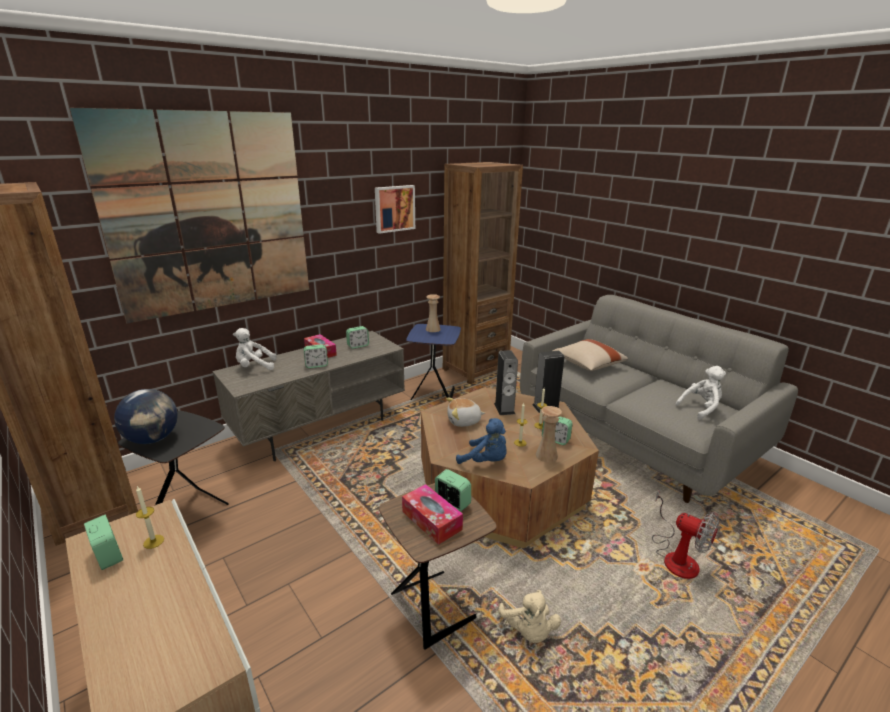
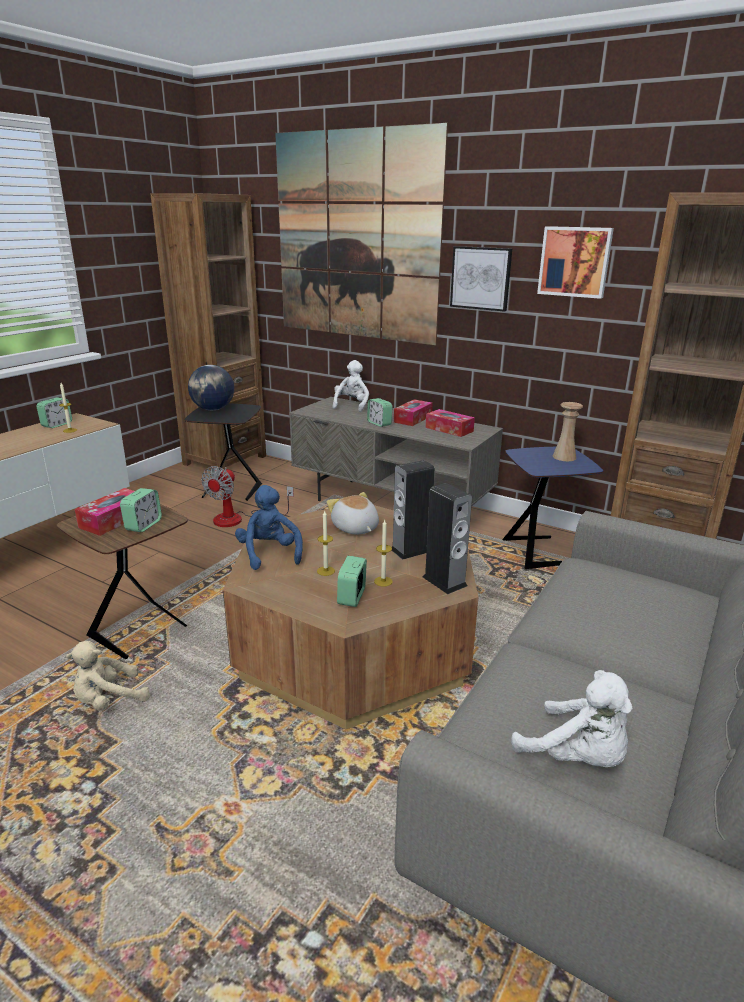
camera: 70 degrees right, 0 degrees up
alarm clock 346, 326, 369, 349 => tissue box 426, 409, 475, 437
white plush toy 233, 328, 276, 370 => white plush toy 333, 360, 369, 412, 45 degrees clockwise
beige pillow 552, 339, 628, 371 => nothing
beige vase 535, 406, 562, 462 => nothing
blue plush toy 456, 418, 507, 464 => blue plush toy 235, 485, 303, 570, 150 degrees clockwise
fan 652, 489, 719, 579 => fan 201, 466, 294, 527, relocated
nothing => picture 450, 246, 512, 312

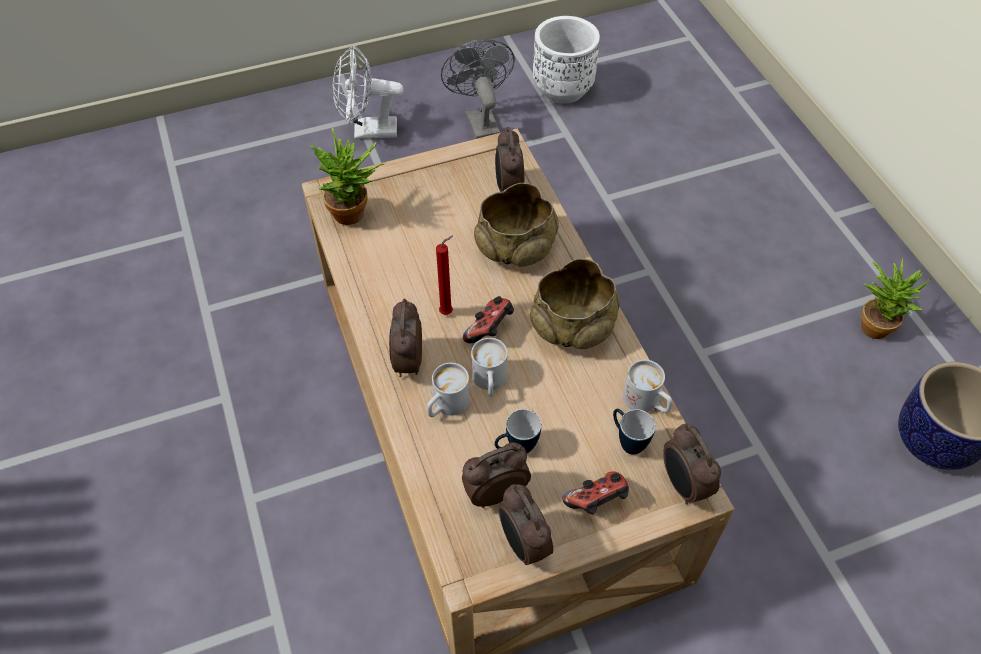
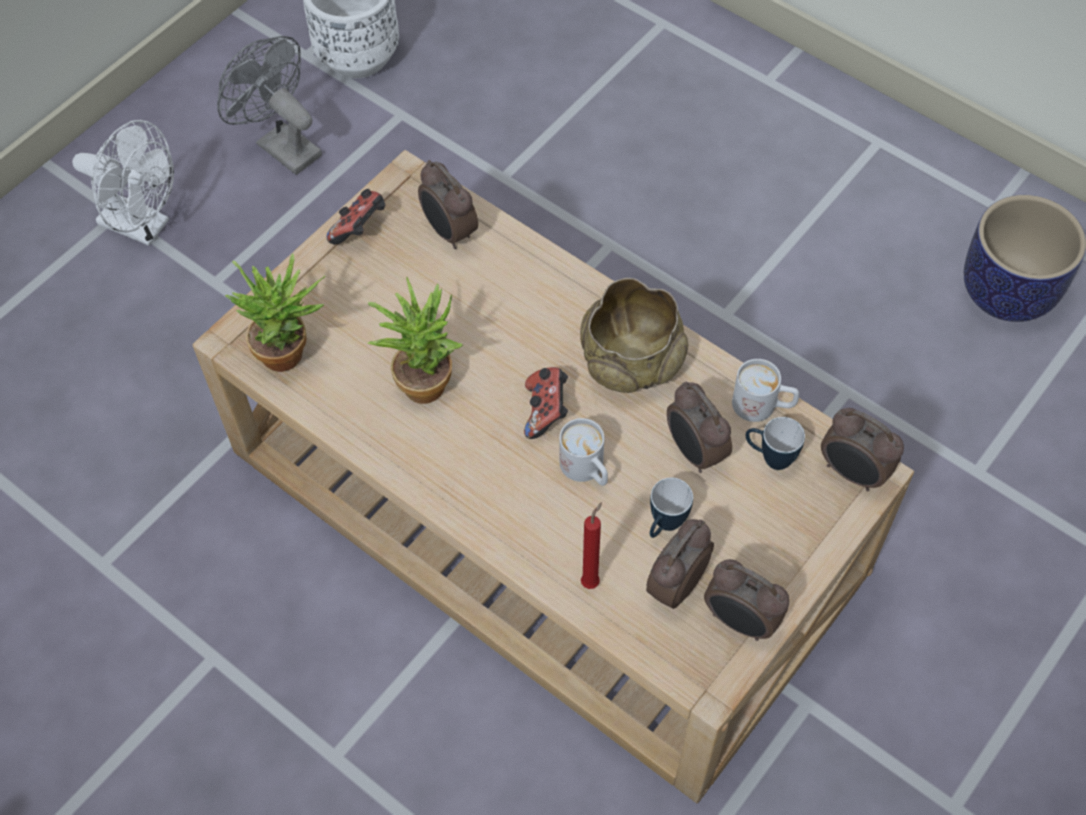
camera: 30 degrees left, 5 degrees up
white fan 333, 45, 404, 139 => white fan 72, 120, 174, 246, 120 degrees counterclockwise
beige bowl 474, 183, 559, 267 => nothing
red candle 436, 236, 453, 315 => red candle 581, 502, 602, 589, relocated
potted plant 861, 258, 932, 339 => potted plant 367, 277, 463, 404, relocated
alarm clock 389, 299, 422, 377 => alarm clock 667, 381, 732, 473, relocated
white mug 427, 363, 470, 417 => nothing
game controller 562, 471, 629, 514 => game controller 326, 189, 385, 245, relocated

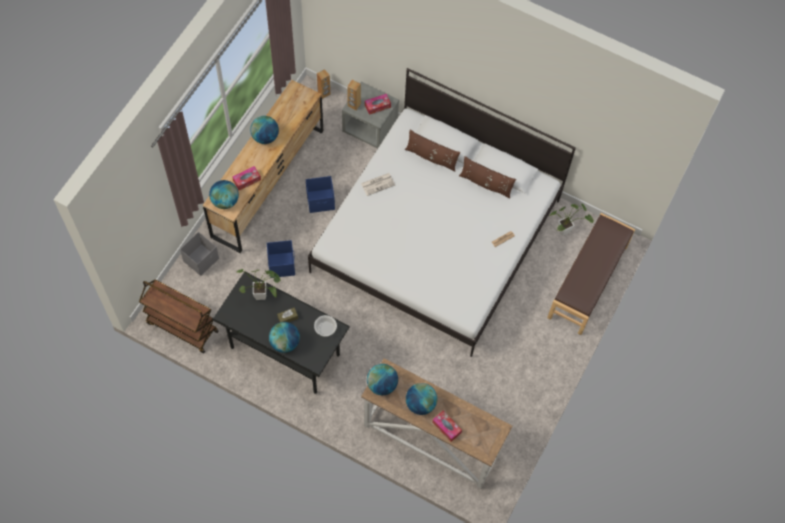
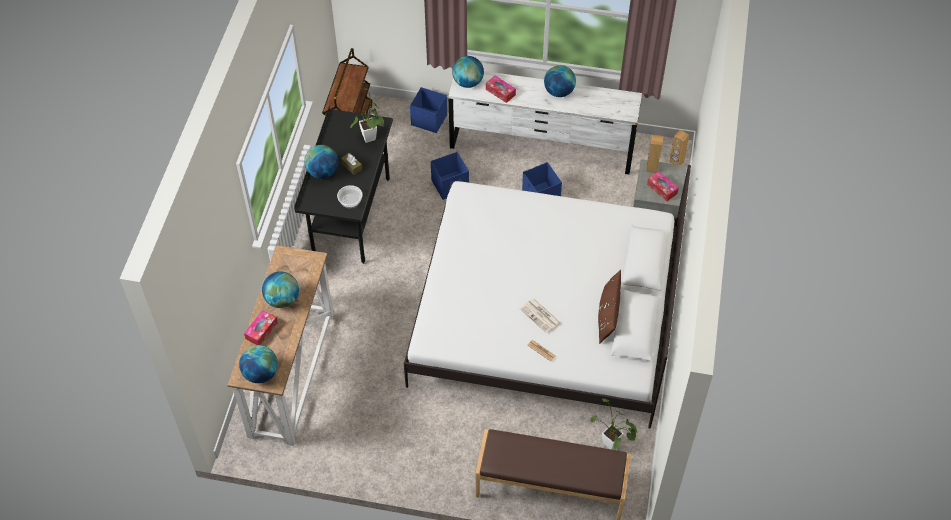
camera: 75 degrees right, 10 degrees down
brown dresser 203, 80, 323, 253 => white dresser 448, 71, 642, 174
brown pillow 405, 130, 460, 172 => nothing
newspaper 361, 173, 395, 196 => newspaper 520, 299, 560, 333, relocated
grey storage box 180, 232, 219, 276 => blue storage box 410, 87, 447, 133
globe 367, 364, 398, 395 => globe 239, 345, 278, 383, relocated

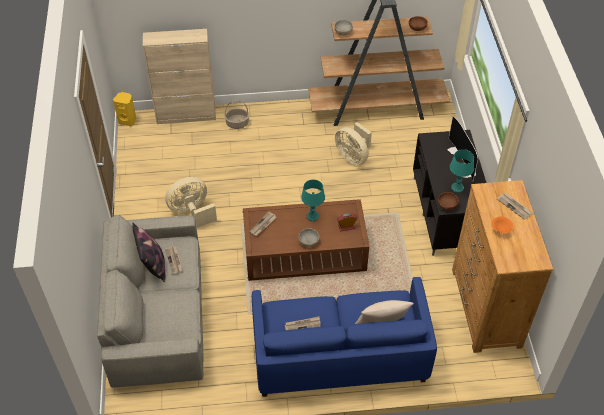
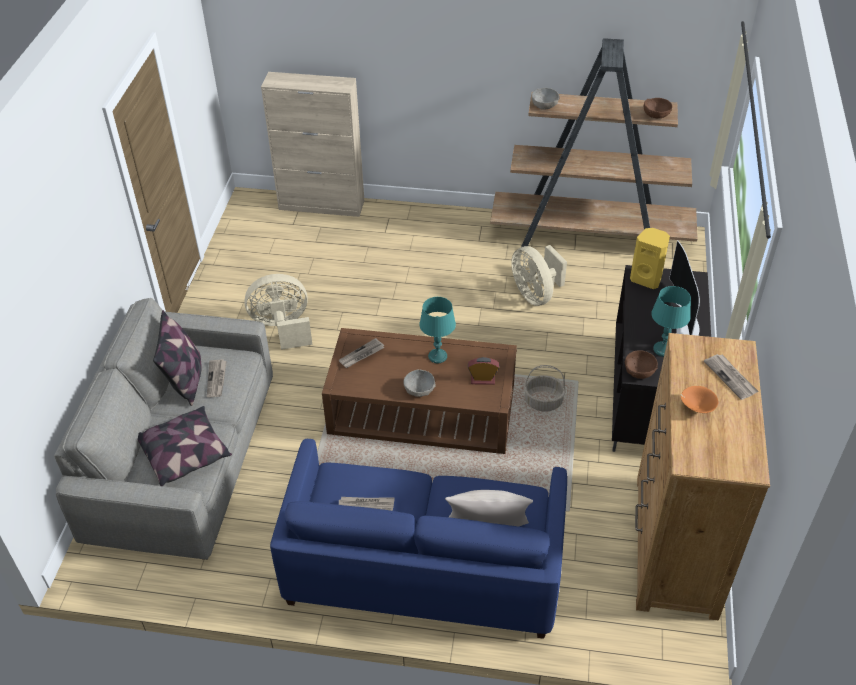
camera: 15 degrees right, 5 degrees down
yellow speaker 113, 92, 136, 126 => yellow speaker 630, 228, 670, 289, relocated
basket 225, 101, 249, 129 => basket 524, 365, 566, 411, relocated
nothing => pillow 138, 406, 232, 486

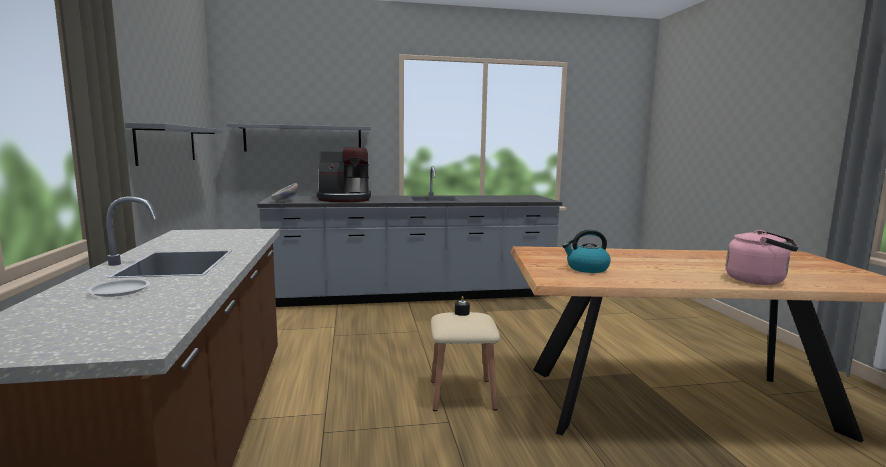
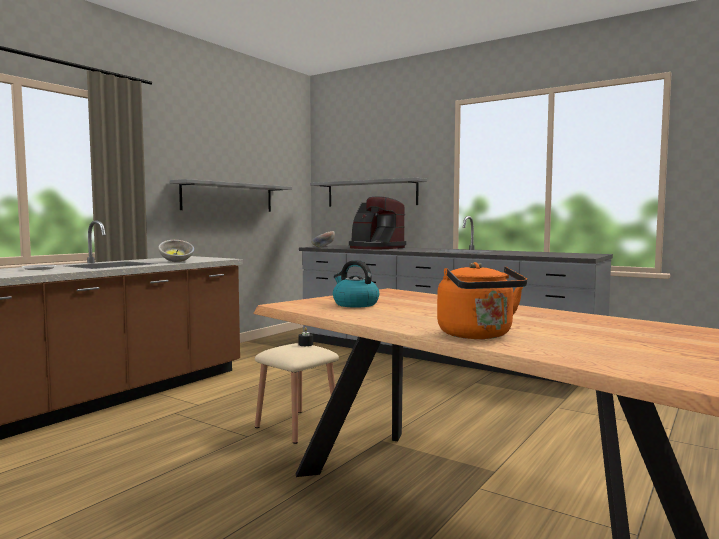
camera: 45 degrees right, 5 degrees down
pink kettle 726, 230, 798, 285 => orange kettle 437, 262, 527, 339
nothing => bowl 158, 240, 194, 262

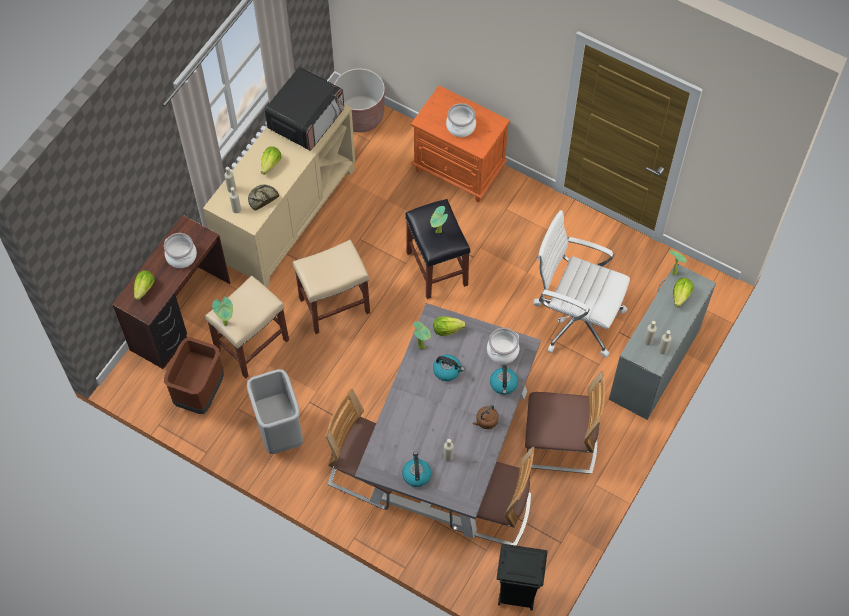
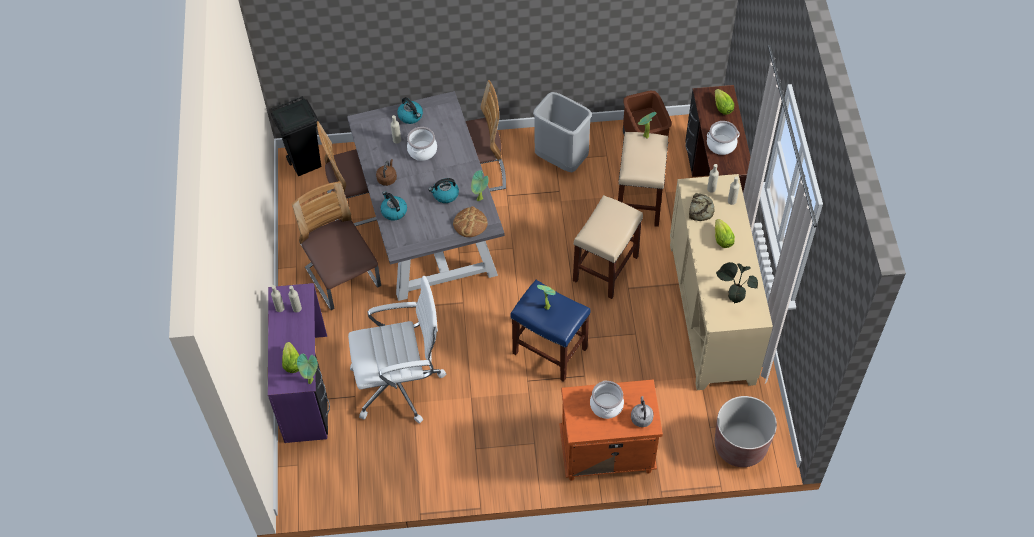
camera: 145 degrees right, 5 degrees down
microwave 265, 67, 344, 151 => potted plant 716, 262, 758, 304
black stool 405, 199, 470, 299 => blue stool 511, 280, 591, 382
grey desk 609, 264, 716, 420 => purple desk 268, 283, 330, 443
lettuce 433, 316, 466, 336 => bread 453, 206, 488, 237
cooking pot 487, 328, 520, 364 => cooking pot 407, 127, 437, 161, relocated
chair 525, 370, 605, 474 => chair 292, 181, 381, 310, 90 degrees clockwise
nothing => grey kettle 631, 396, 654, 427

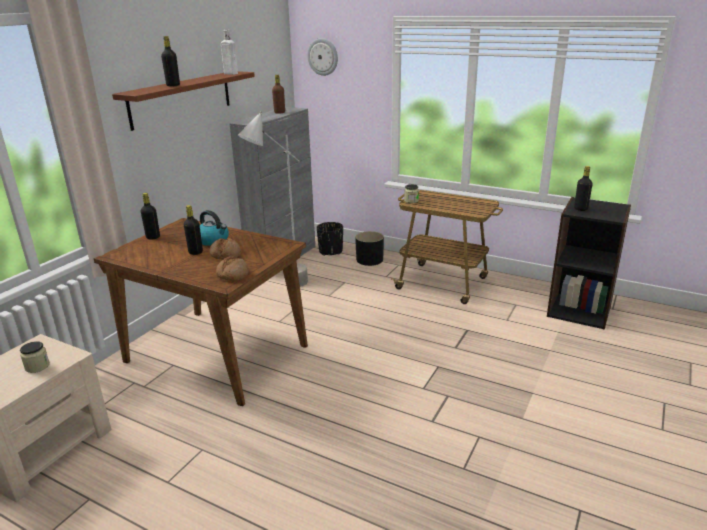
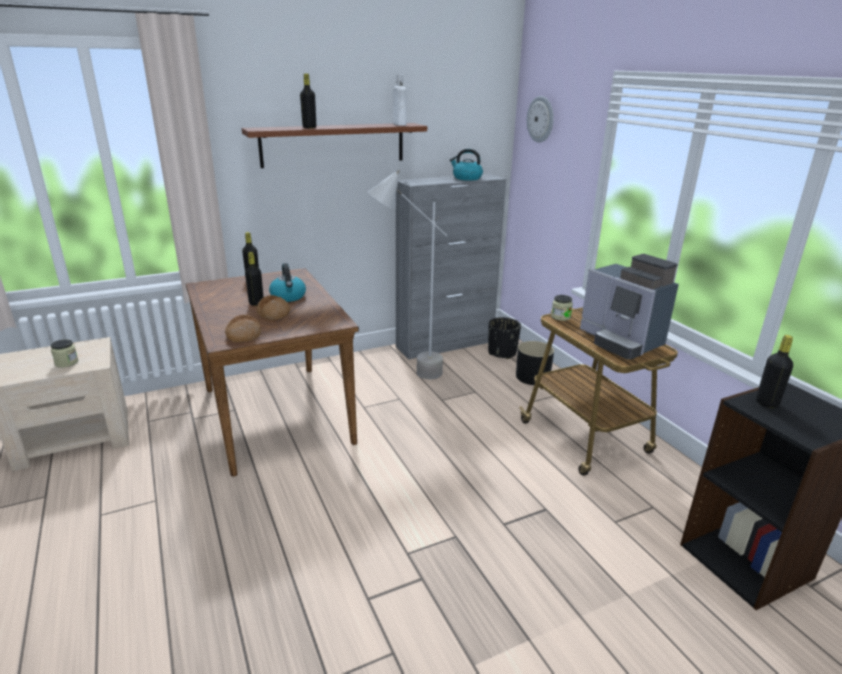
camera: 35 degrees right, 0 degrees up
brown bottle 272, 75, 285, 114 => kettle 450, 149, 483, 181
nothing => coffee machine 580, 254, 679, 359

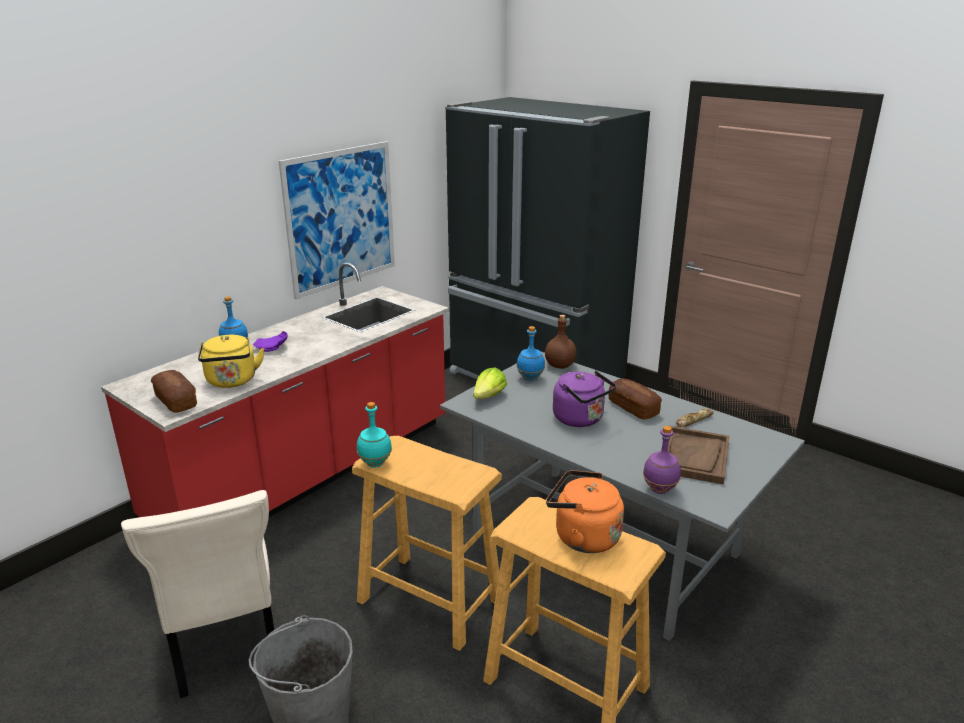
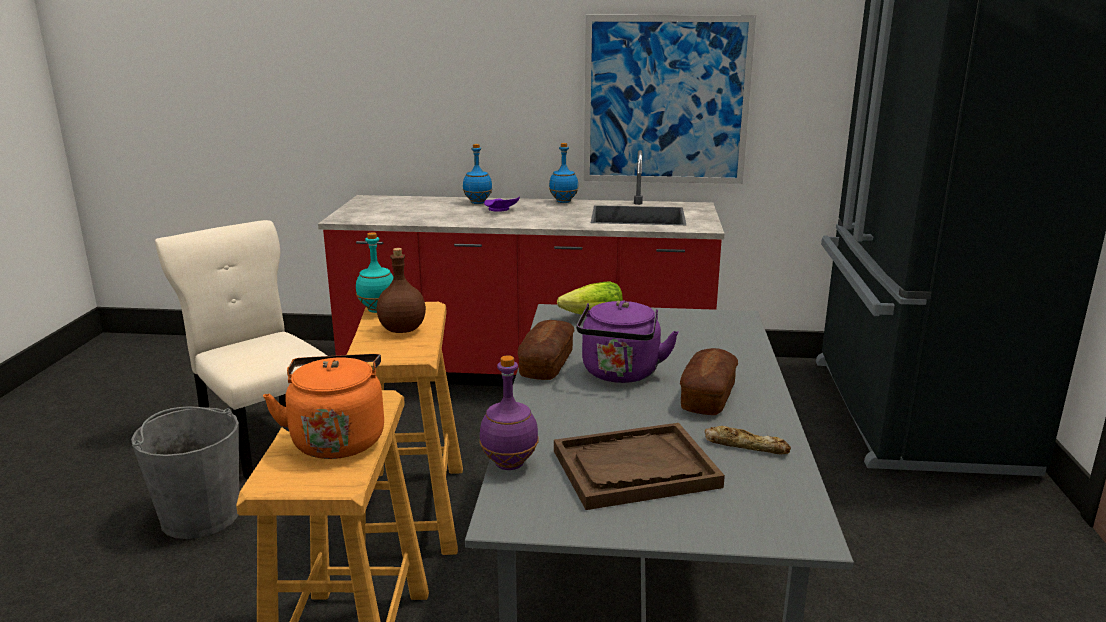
camera: 55 degrees right, 5 degrees down
brown bottle 545, 315, 576, 368 => brown bottle 377, 248, 426, 333, relocated
blue bottle 516, 326, 545, 381 => blue bottle 549, 143, 579, 203, relocated
yellow kettle 198, 335, 265, 388 => nothing
bread 151, 370, 197, 413 => bread 518, 320, 574, 380, relocated
beige chair 121, 490, 274, 698 => beige chair 155, 220, 327, 479, 105 degrees clockwise

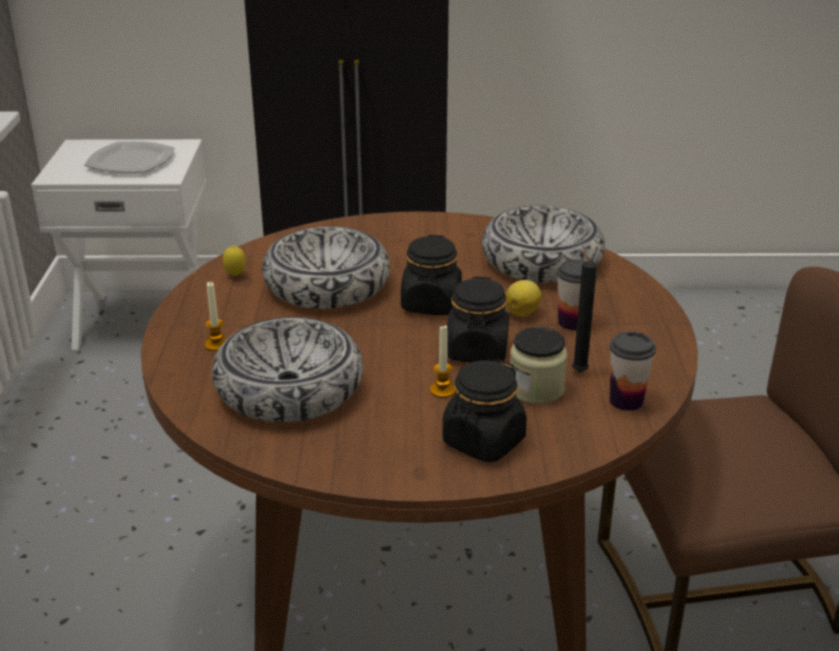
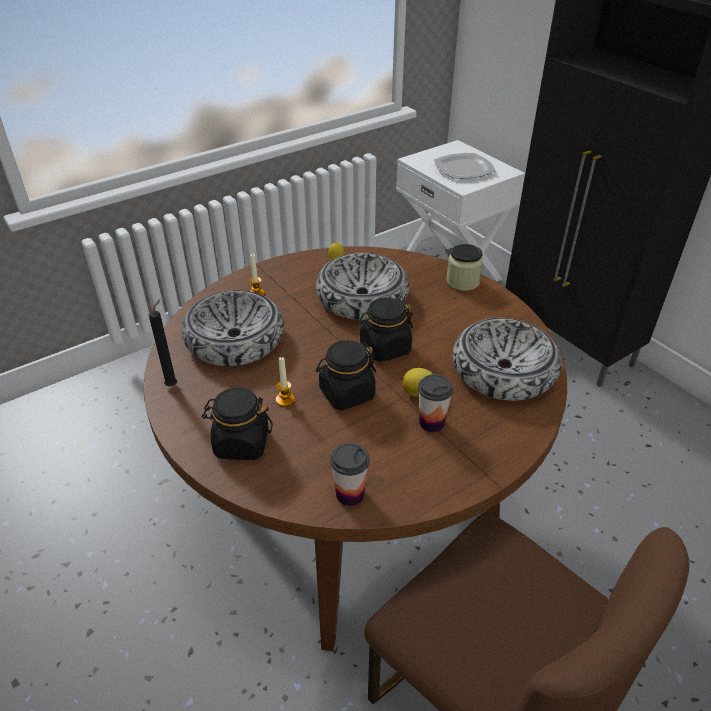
camera: 55 degrees right, 10 degrees up
black candle 572, 245, 597, 372 => black candle 149, 299, 177, 386, relocated
jar 510, 327, 567, 404 => jar 446, 244, 483, 291, relocated

